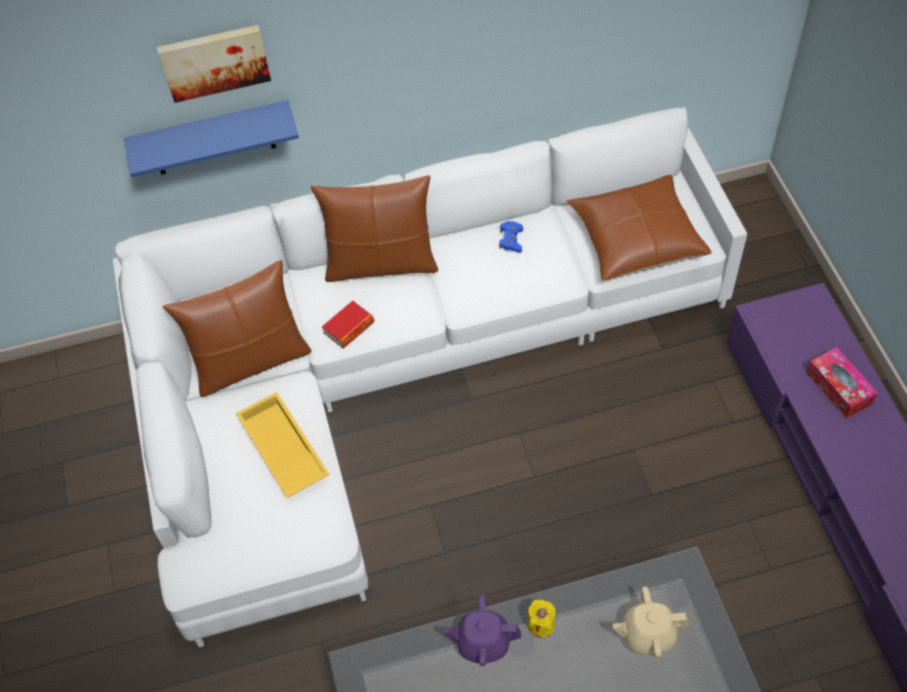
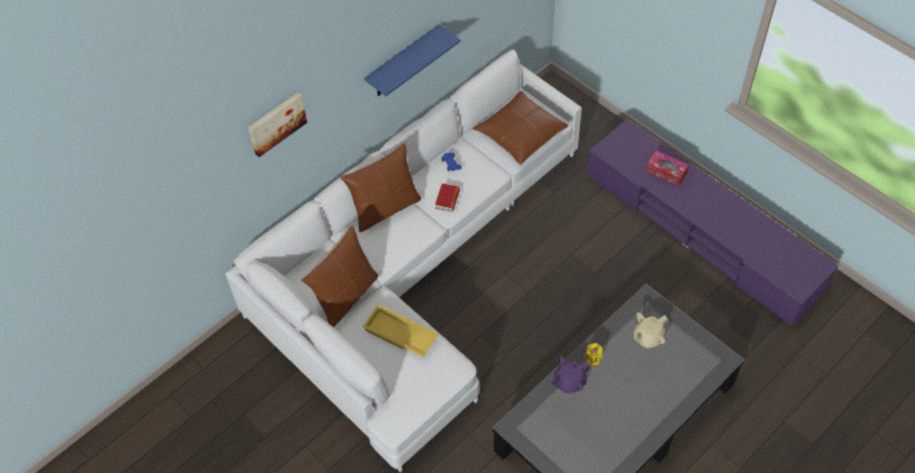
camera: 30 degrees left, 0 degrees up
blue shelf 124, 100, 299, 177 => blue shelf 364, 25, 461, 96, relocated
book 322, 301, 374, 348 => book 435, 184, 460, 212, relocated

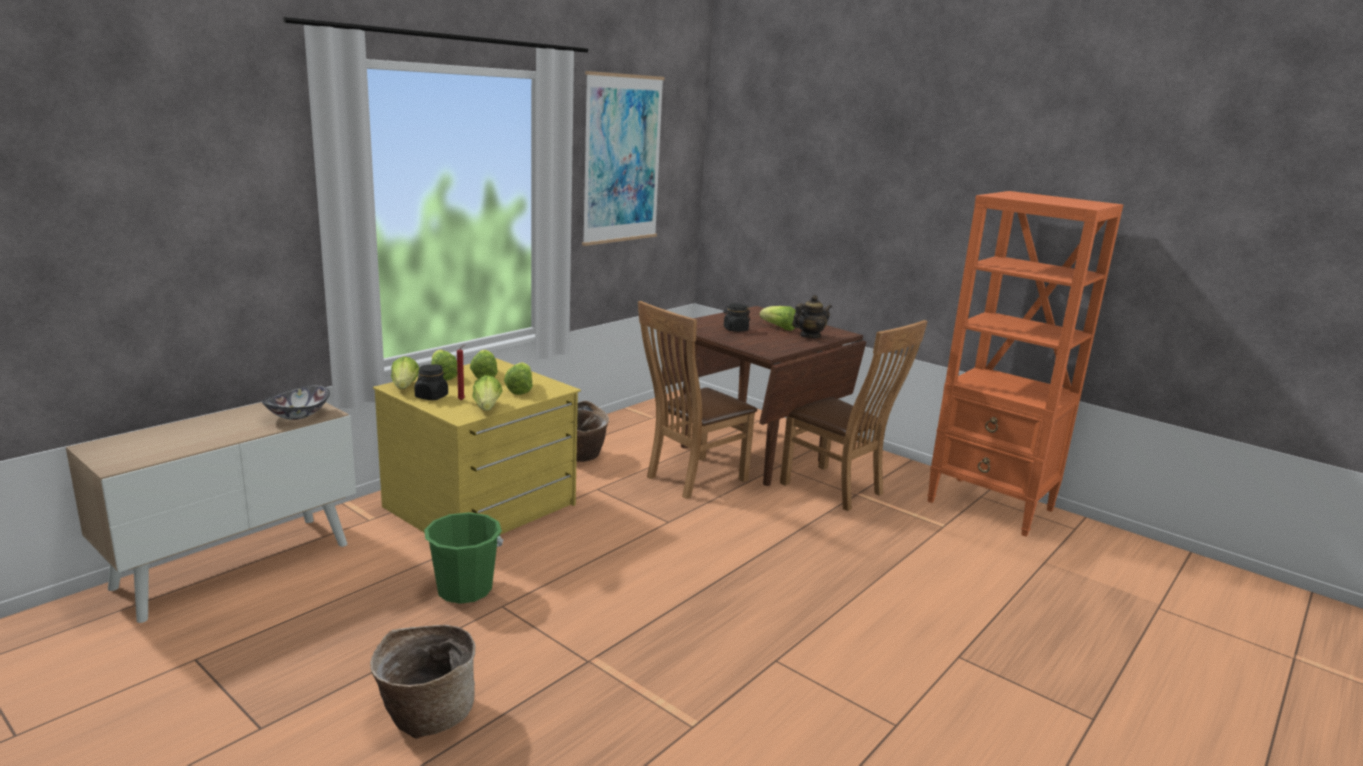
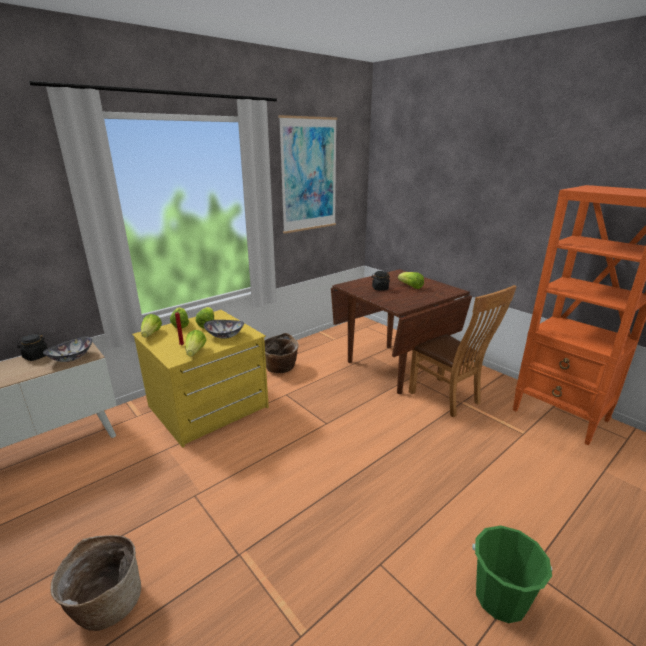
camera: 10 degrees right, 5 degrees up
teapot 792, 295, 832, 338 => nothing
brown chair 638, 301, 757, 499 => nothing
lettuce 504, 362, 533, 395 => bowl 204, 320, 244, 339
black jar 414, 364, 448, 400 => black jar 17, 334, 47, 361, relocated
green bucket 424, 512, 503, 604 => green bucket 472, 526, 552, 623, relocated

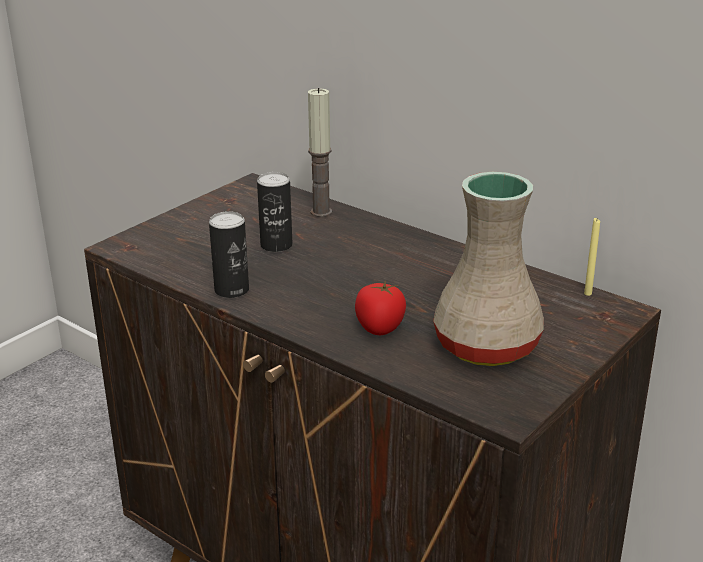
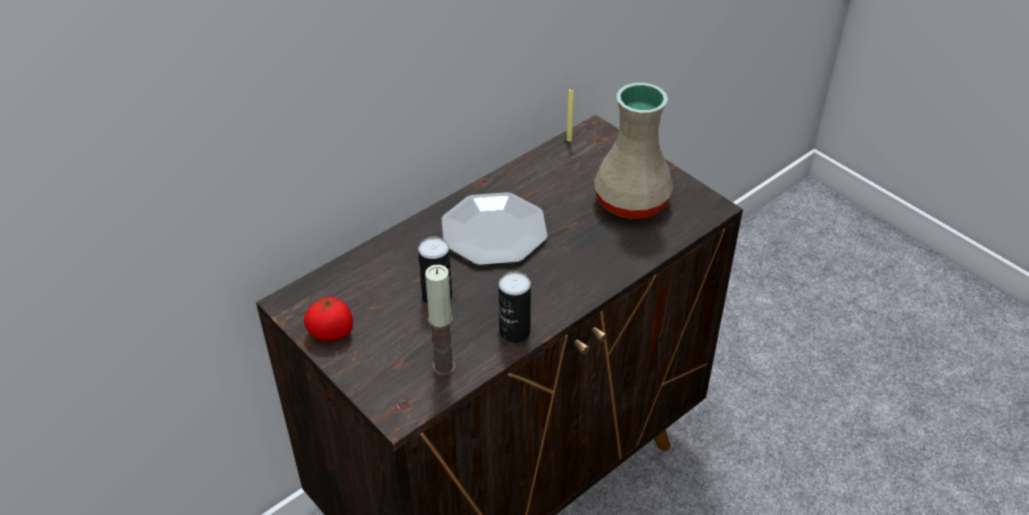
camera: 80 degrees left, 15 degrees up
candle 308, 88, 332, 217 => candle 425, 265, 456, 376, relocated
tomato 355, 280, 406, 335 => tomato 304, 295, 353, 341, relocated
nothing => plate 441, 192, 548, 265

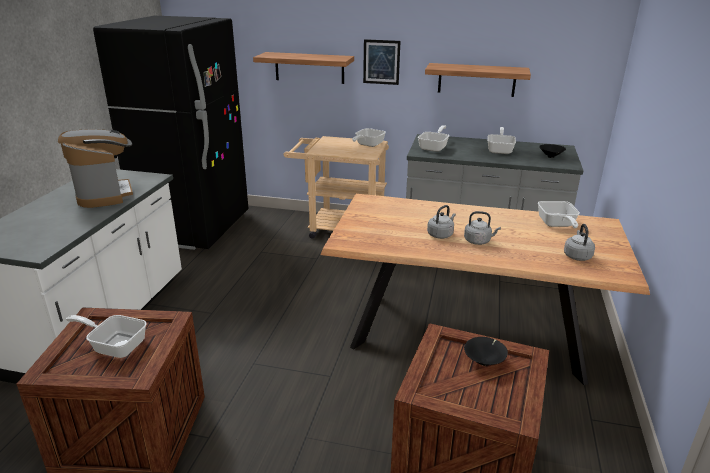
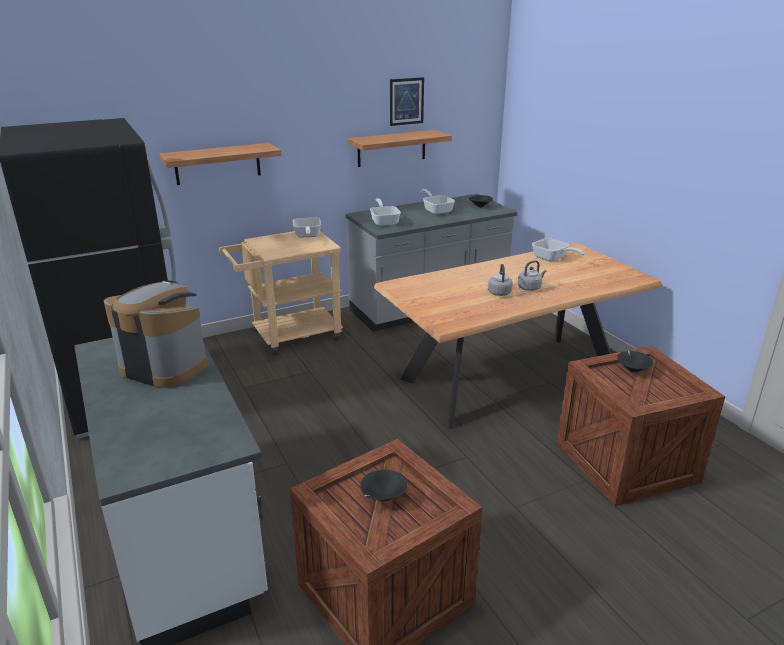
camera: 40 degrees left, 0 degrees up
picture 363, 39, 400, 85 => picture 390, 77, 424, 126, relocated
grey kettle 564, 224, 595, 261 => nothing
frying pan 66, 315, 147, 358 => black bowl 361, 470, 407, 501

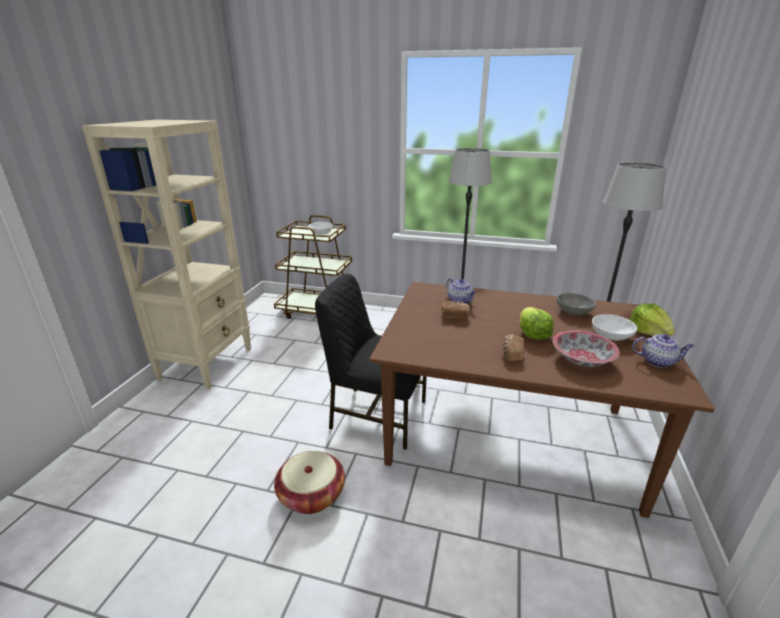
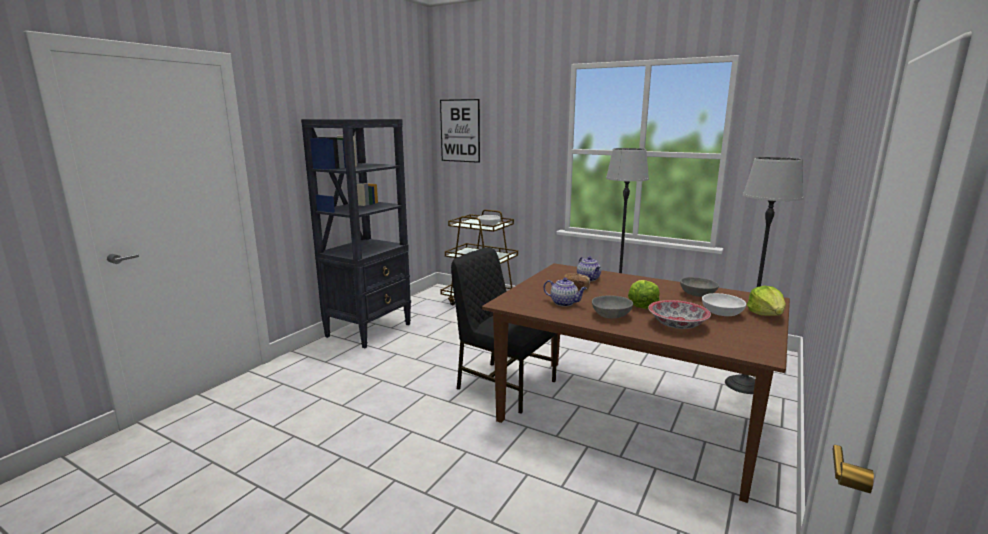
camera: 15 degrees right, 10 degrees down
beige bookcase 82, 120, 251, 390 => black bookcase 301, 119, 411, 348
bread 502, 334, 524, 361 => grey bowl 592, 295, 633, 319
teapot 632, 334, 694, 368 => teapot 543, 278, 587, 307, relocated
basket 274, 451, 345, 514 => nothing
nothing => picture 440, 99, 480, 163

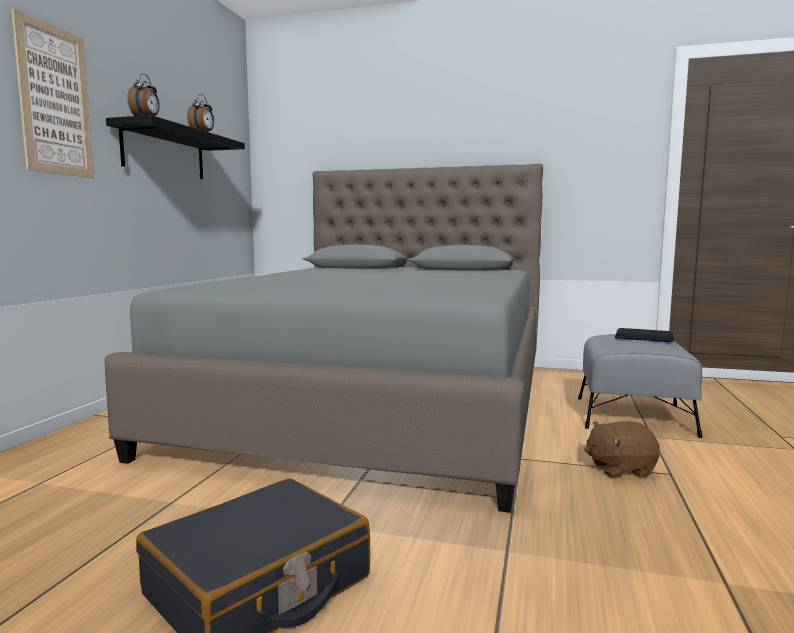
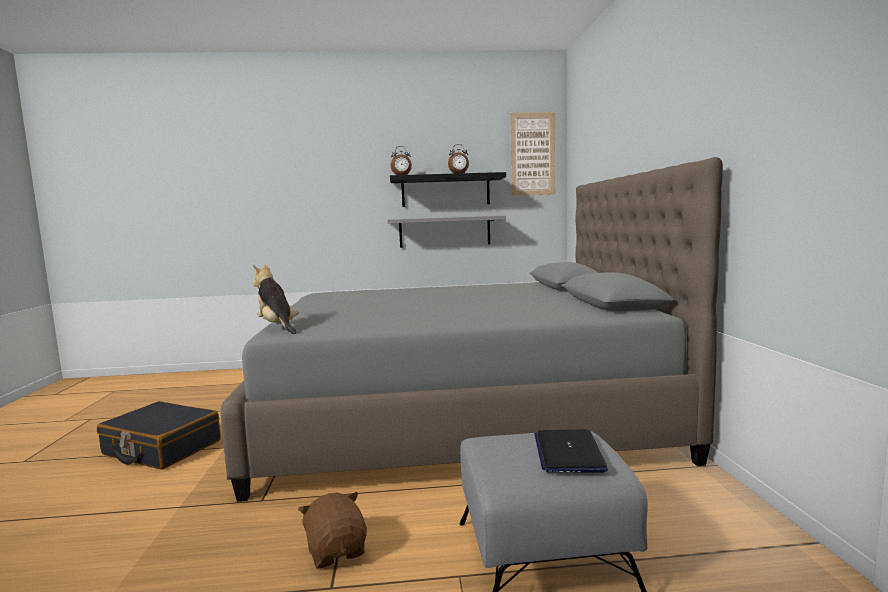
camera: 70 degrees right, 0 degrees up
picture 11, 8, 94, 178 => picture 510, 112, 555, 196, relocated
nothing => grey shelf 388, 216, 506, 248
nothing => plush toy 253, 265, 299, 334

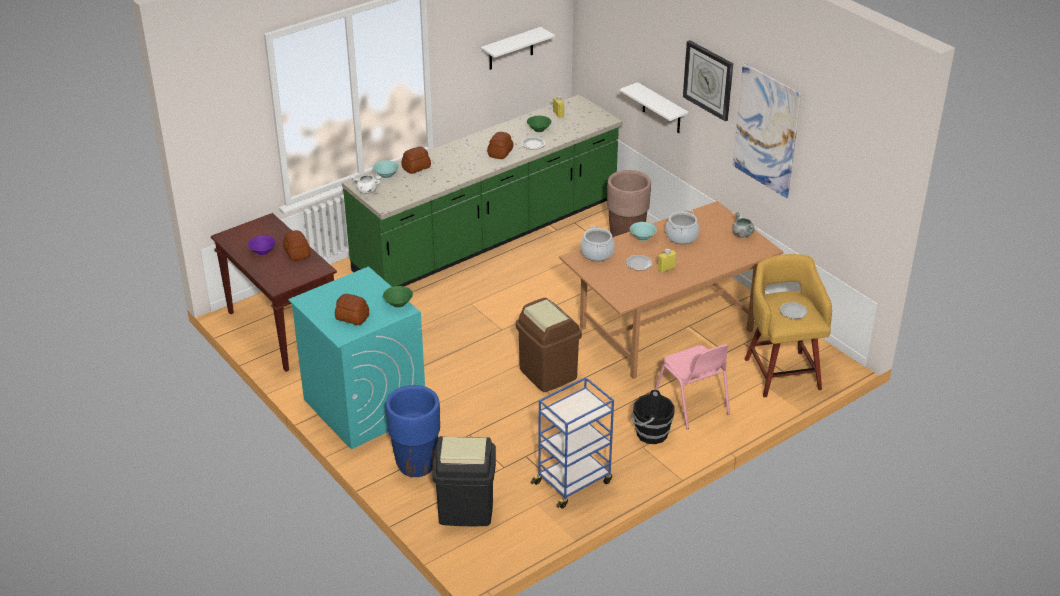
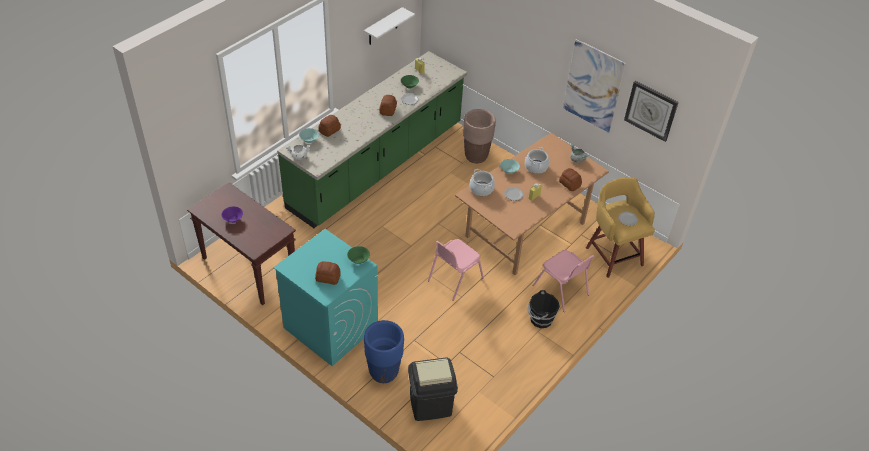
camera: 15 degrees left, 10 degrees up
wall clock 683, 40, 733, 121 => wall clock 624, 81, 679, 142, relocated
white shelf 620, 82, 688, 133 => nothing
bread 283, 230, 311, 261 => bread 559, 168, 582, 191, relocated
brown trash can 516, 298, 582, 392 => pink chair 428, 239, 484, 301
blue cart 531, 377, 614, 508 => nothing

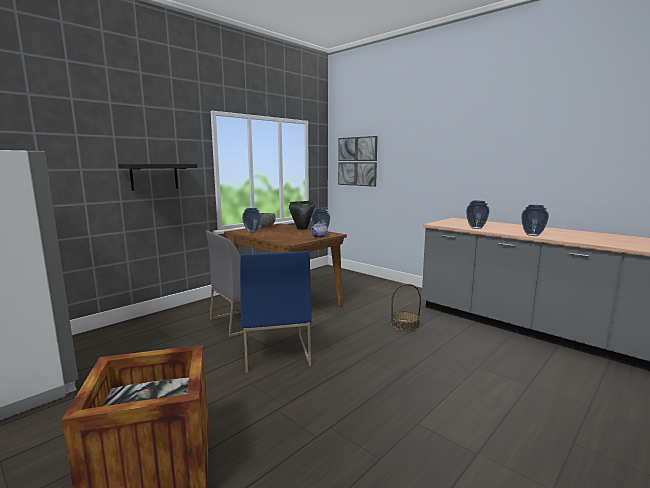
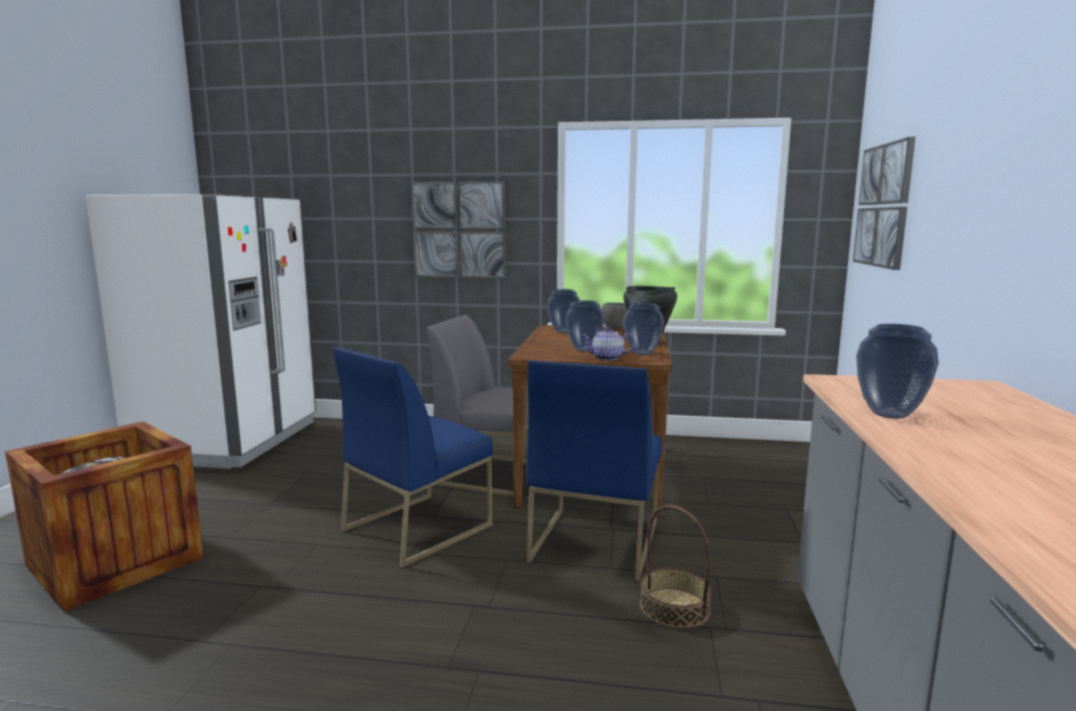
camera: 55 degrees right, 0 degrees up
black shelf 118, 164, 198, 191 => picture 411, 181, 506, 278
vase 521, 205, 549, 236 => vase 566, 300, 605, 352, relocated
nothing => blue chair 526, 360, 663, 581

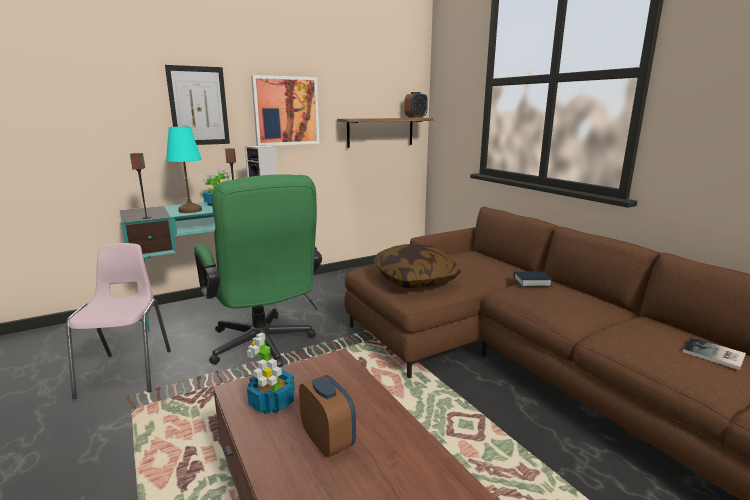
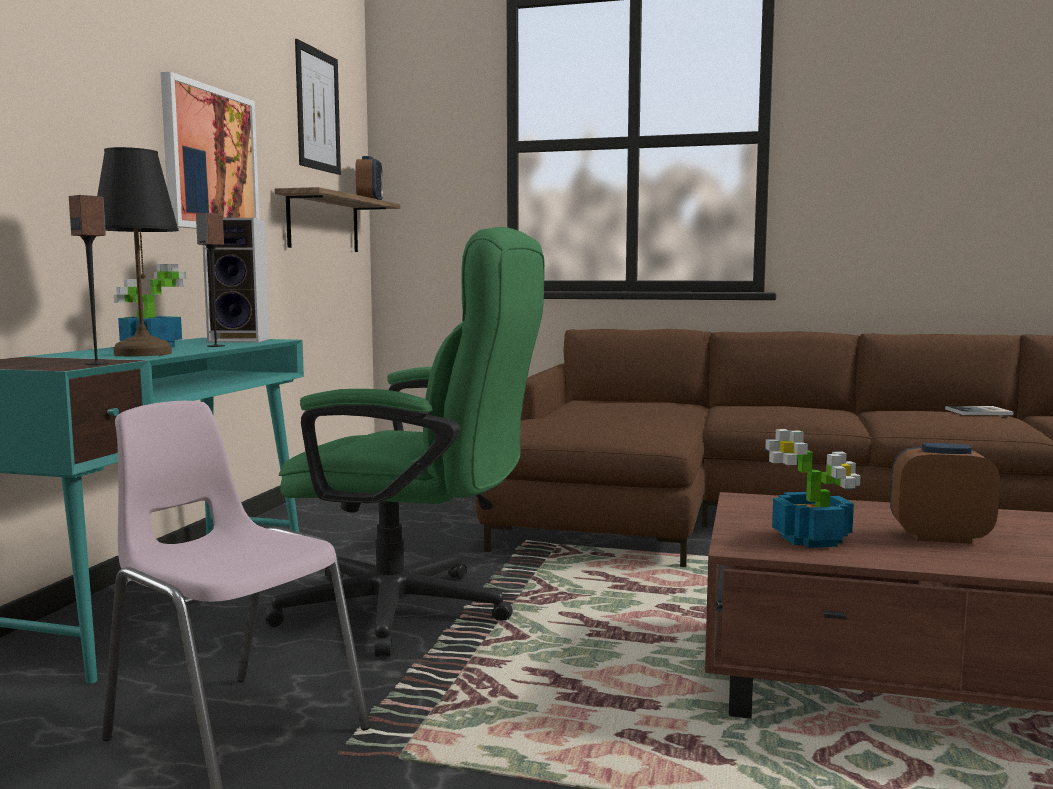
camera: 45 degrees left, 10 degrees down
picture 165, 65, 230, 145 => picture 295, 39, 341, 175, relocated
turquoise table lamp 166, 127, 202, 213 => black table lamp 97, 147, 179, 356
pillow 374, 244, 461, 288 => nothing
book 513, 271, 552, 287 => nothing

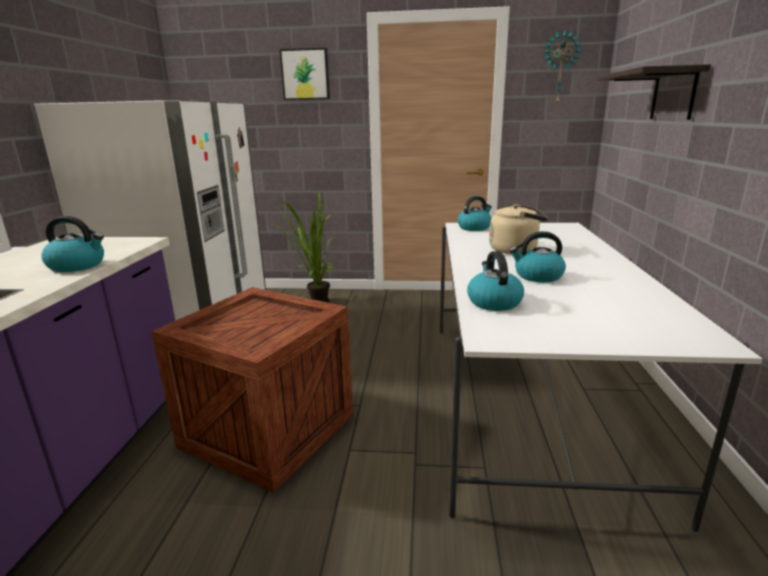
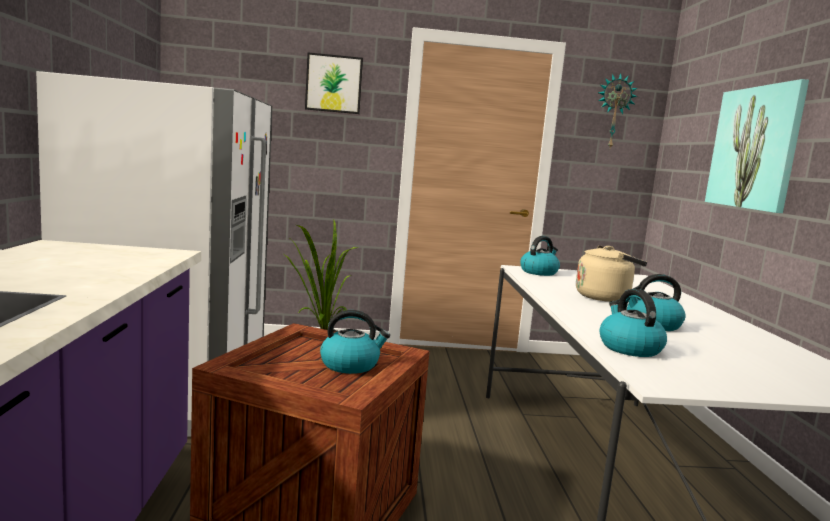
camera: 10 degrees left, 10 degrees down
shelf 598, 64, 711, 120 => picture 705, 79, 809, 213
kettle 42, 216, 104, 272 => kettle 320, 310, 390, 374, relocated

